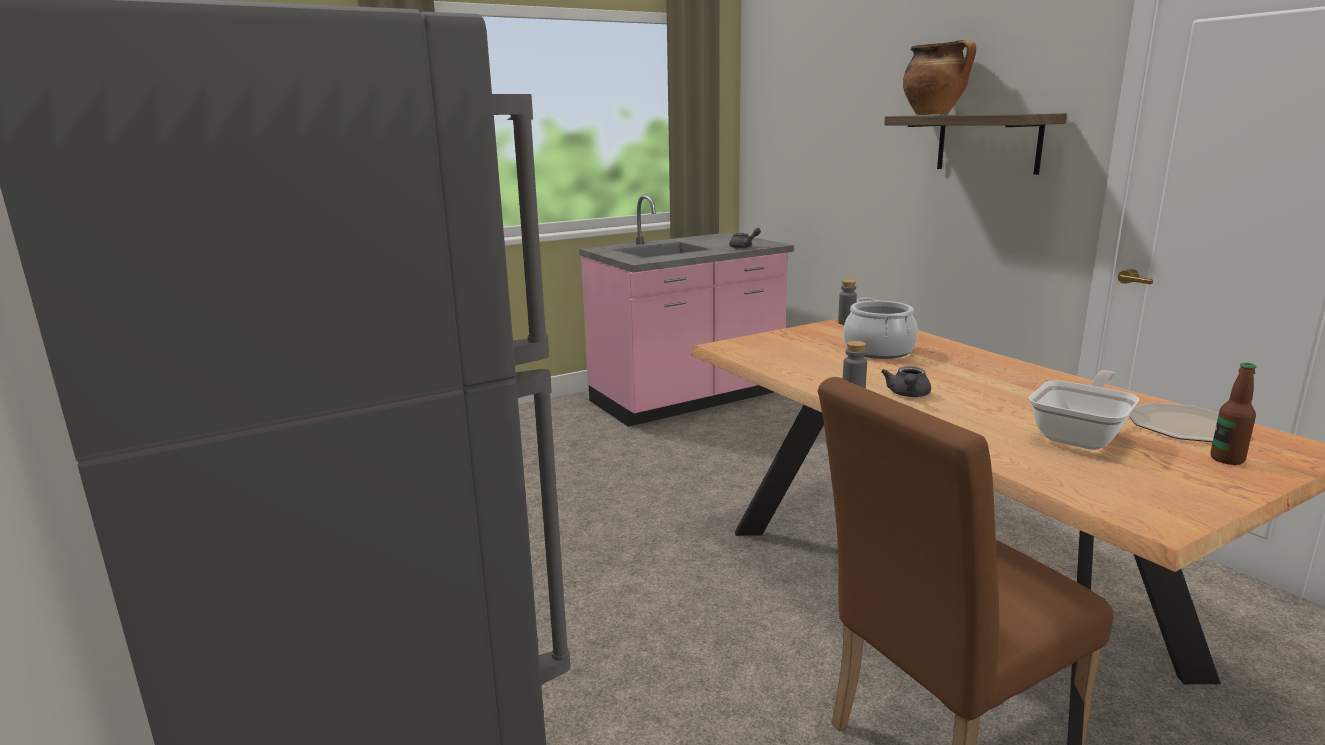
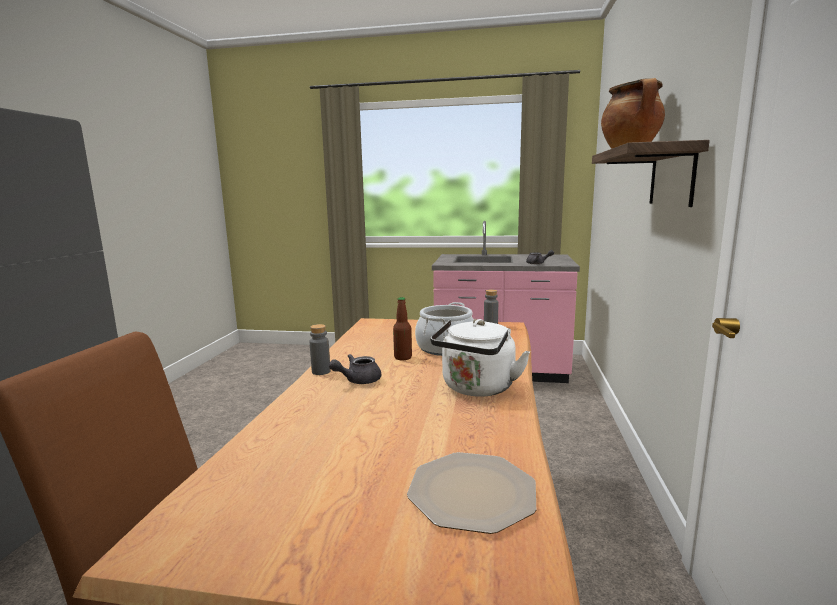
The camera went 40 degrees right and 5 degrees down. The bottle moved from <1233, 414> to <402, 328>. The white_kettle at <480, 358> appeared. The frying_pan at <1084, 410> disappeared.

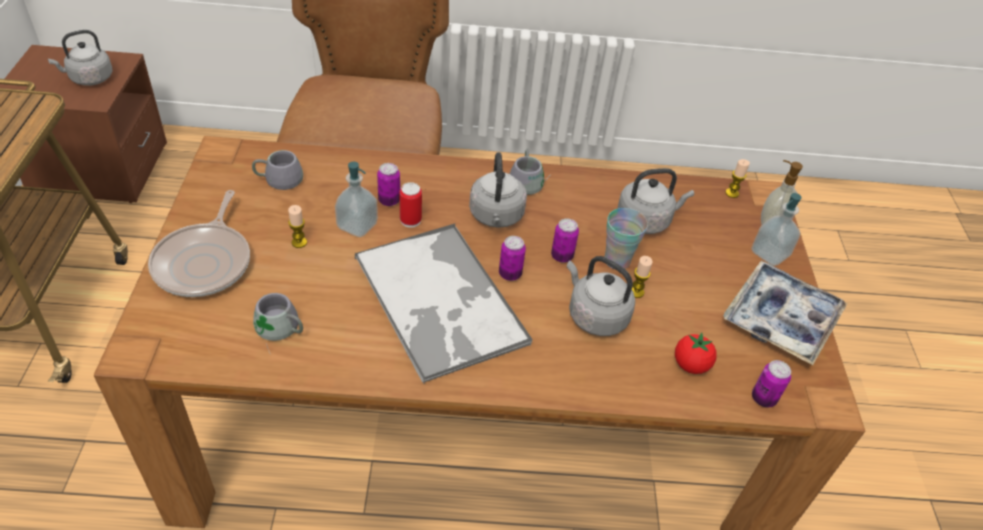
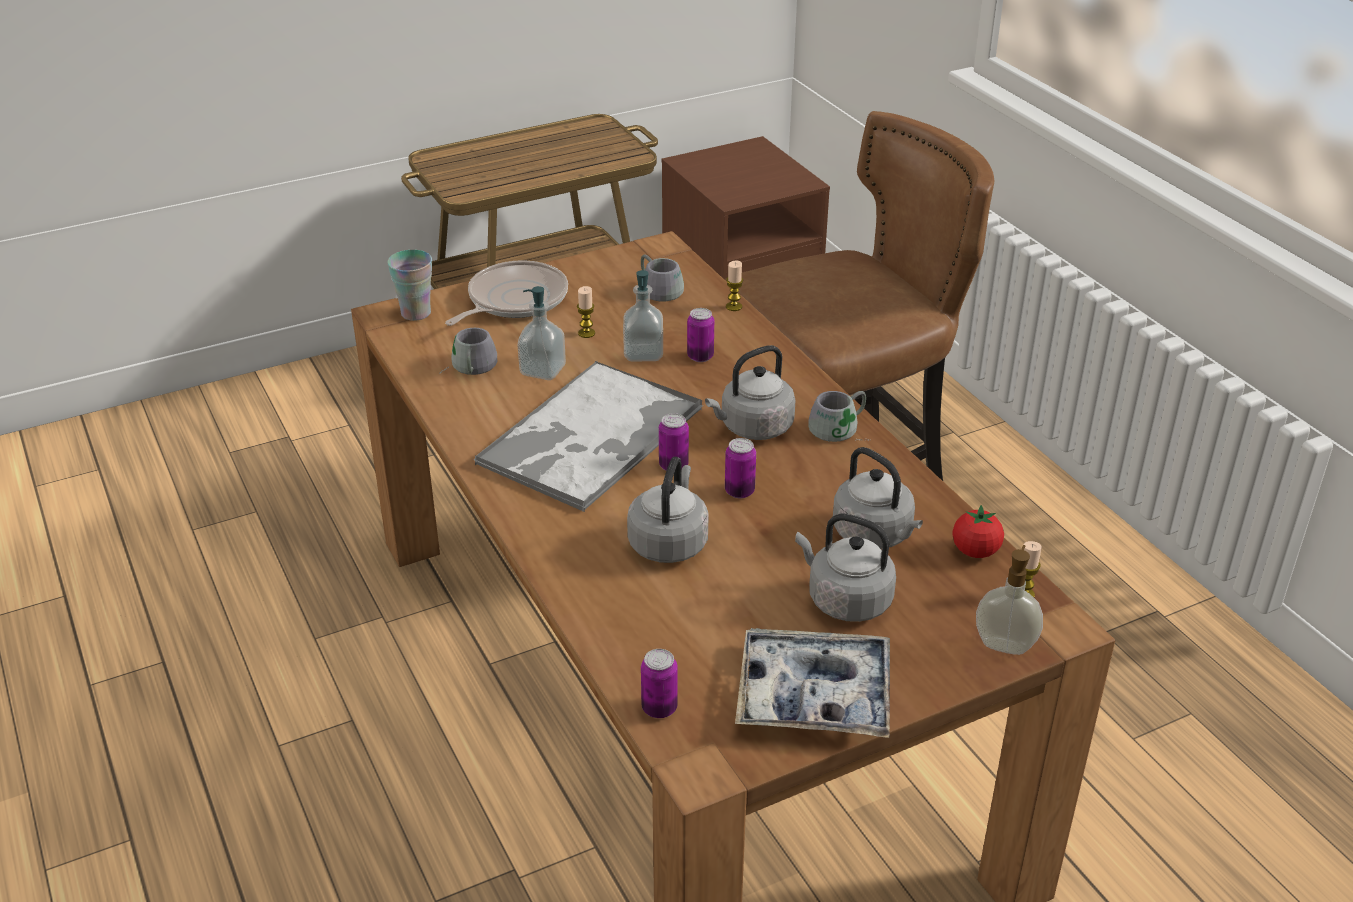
The camera went 65 degrees right and 10 degrees down. The cup moved from <626, 238> to <409, 285>. The frying_pan at <199, 243> turned 150 degrees clockwise. The soap_dispenser moved from <776, 229> to <542, 333>. The candle moved from <642, 277> to <734, 286>. The grey_kettle moved from <80, 58> to <845, 568>. The tomato moved from <695, 353> to <978, 531>. The can at <411, 205> disappeared.

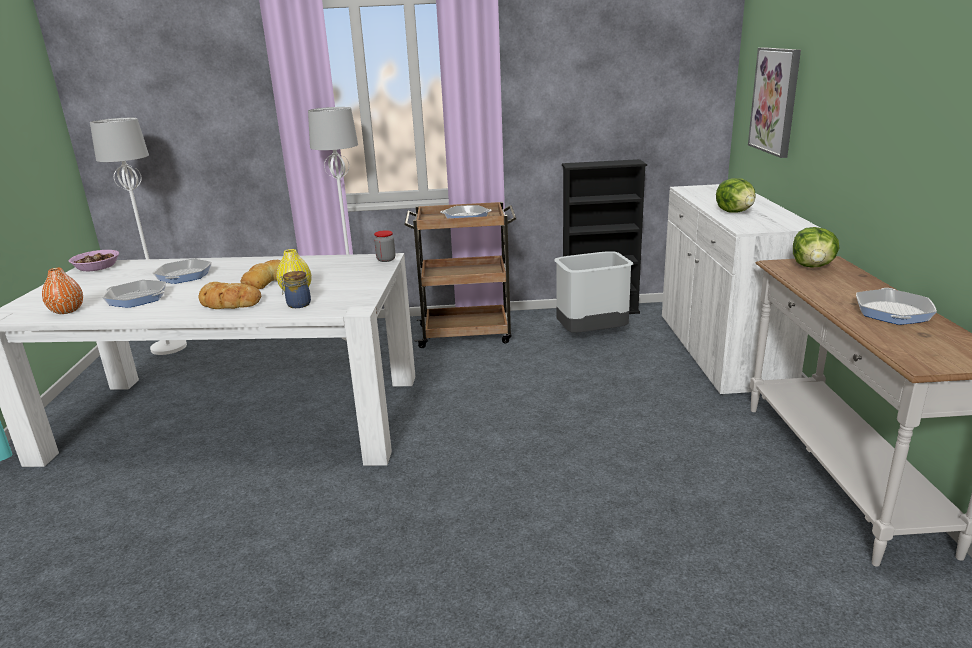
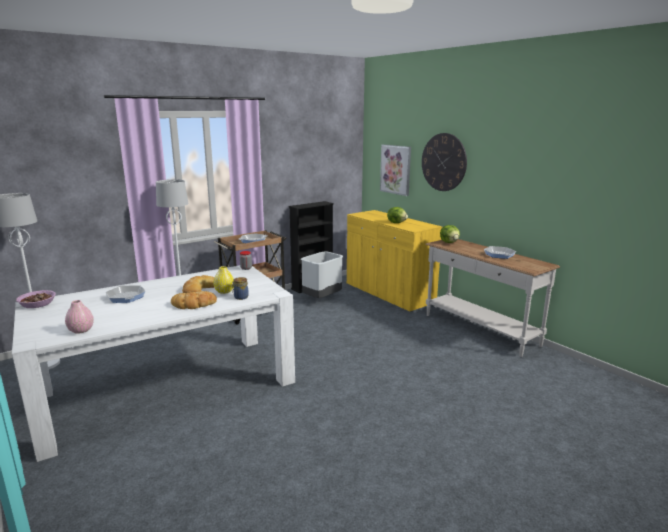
The camera went 35 degrees left and 5 degrees down. The orange_vase at <62, 291> became the pink_vase at <79, 317>. The white_cabinet at <741, 290> became the yellow_cabinet at <394, 261>. The wall_clock at <444, 162> appeared. The frying_pan at <134, 294> disappeared.

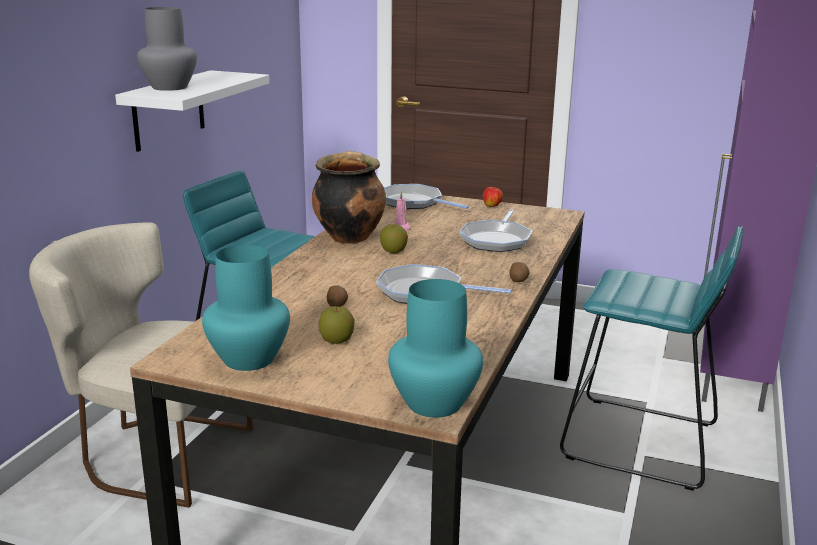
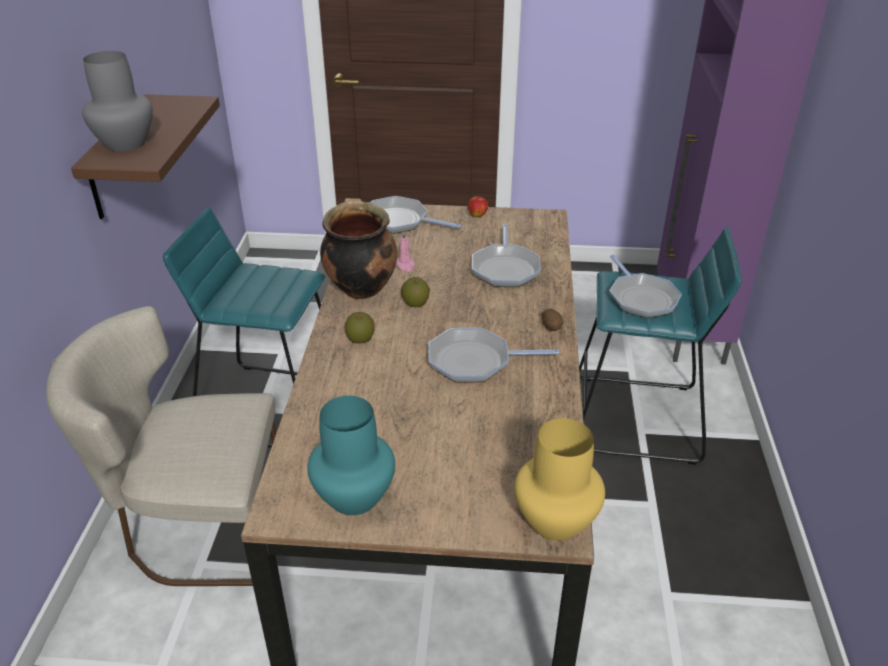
The camera went 15 degrees left and 15 degrees up. The white_shelf at <192, 111> became the brown_shelf at <145, 156>. The apple moved from <336, 325> to <359, 327>. The turquoise_vase at <435, 348> became the yellow_vase at <559, 479>. The frying_pan at <645, 286> appeared. The potato at <337, 296> disappeared.

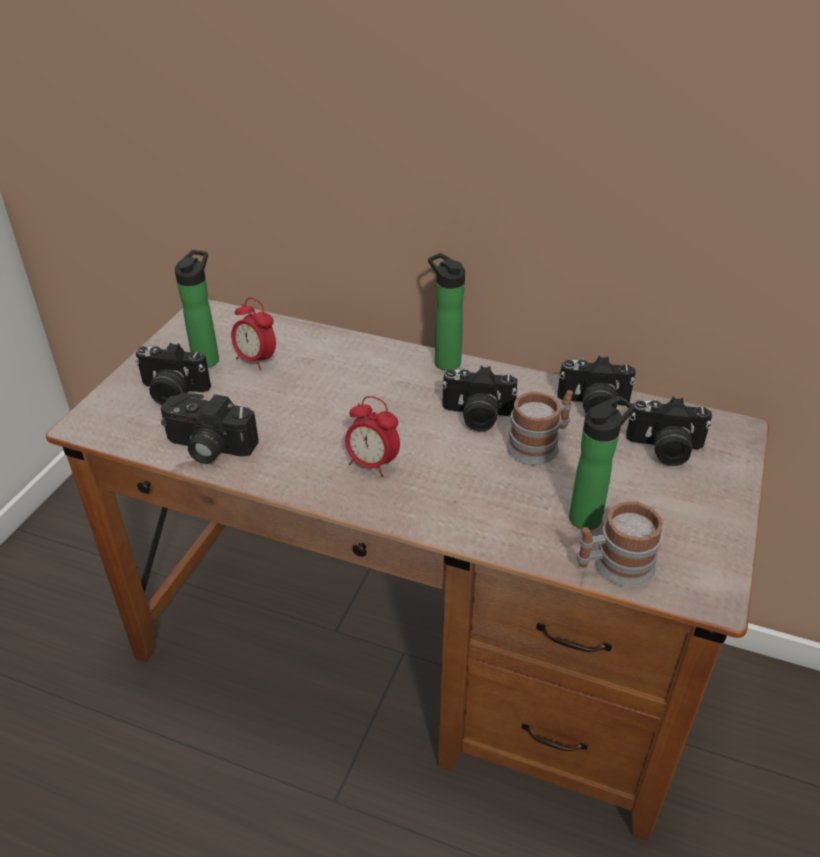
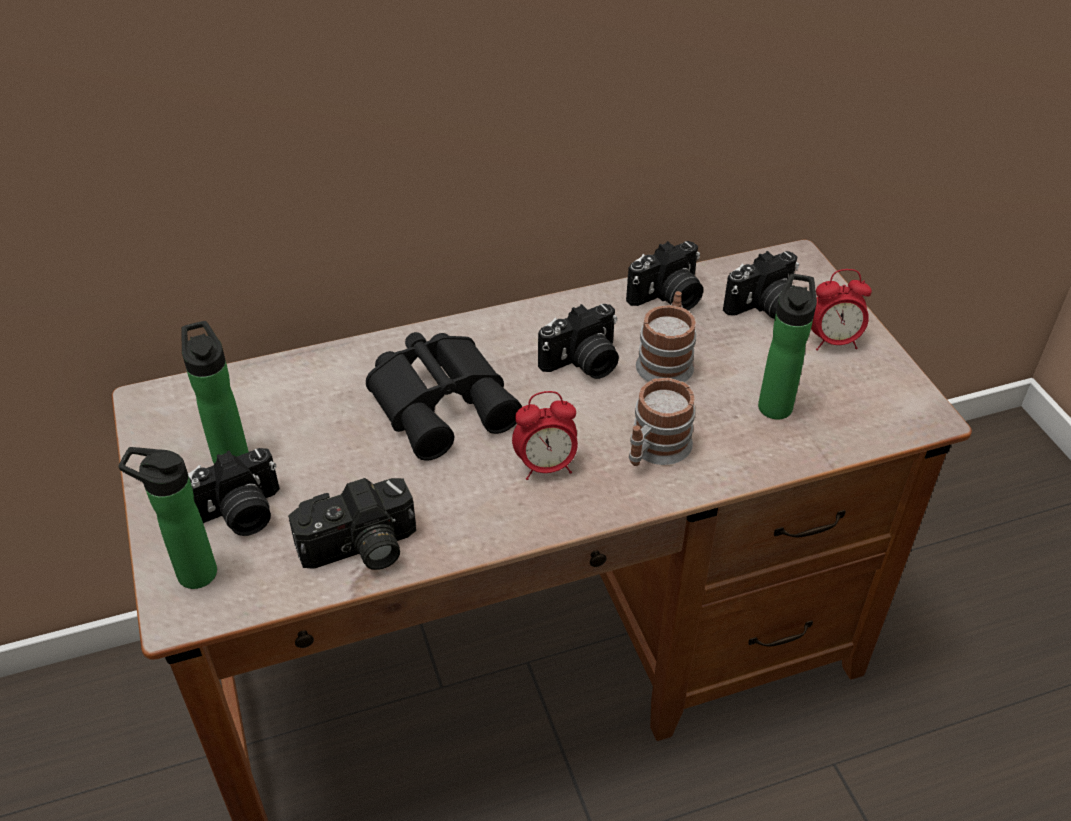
The camera went 40 degrees left and 5 degrees up. The bottle moved from <446, 312> to <168, 518>. The black_binoculars at <444, 396> appeared. The mug moved from <620, 544> to <662, 422>. The alarm_clock moved from <253, 333> to <841, 310>.

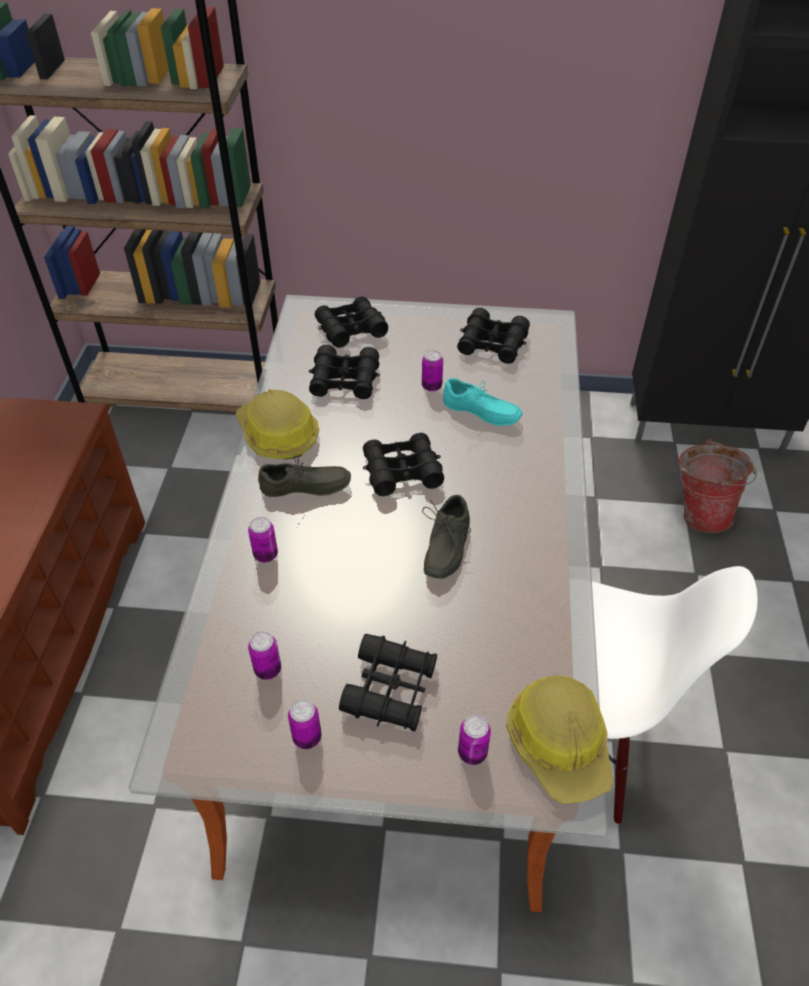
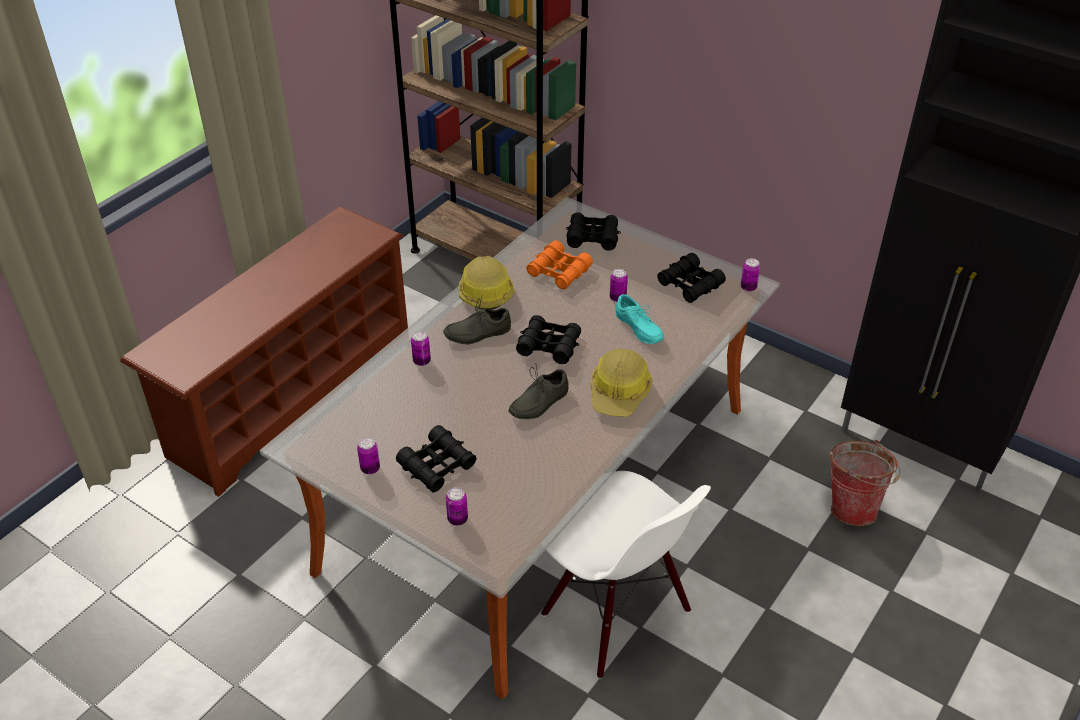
The camera went 30 degrees right and 5 degrees down. The grey_shoe at <304, 476> turned 135 degrees clockwise. The black_binoculars at <344, 372> became the orange_binoculars at <559, 264>. The hard_hat moved from <560, 739> to <621, 383>. The can moved from <264, 655> to <750, 274>.

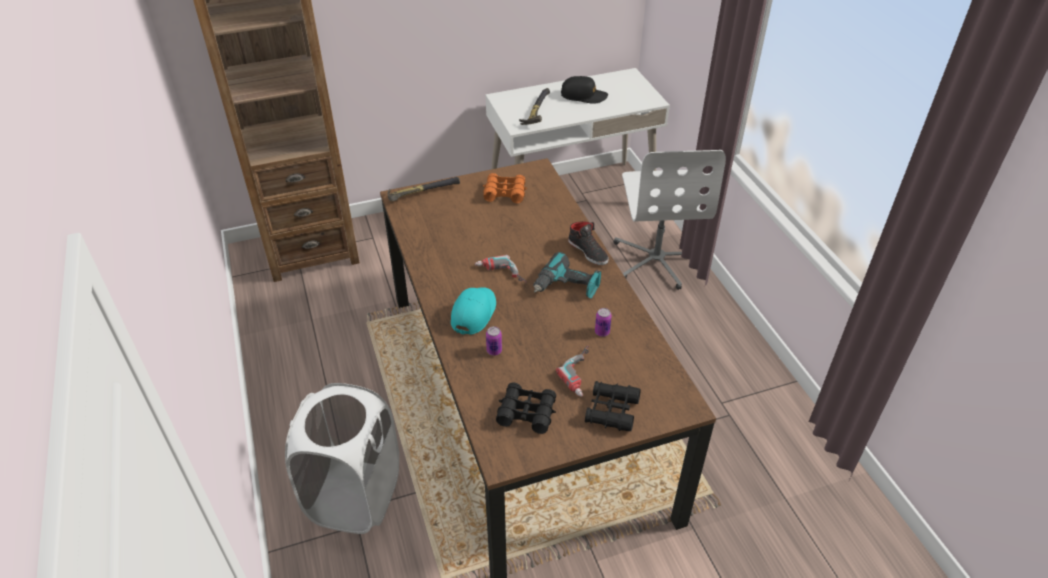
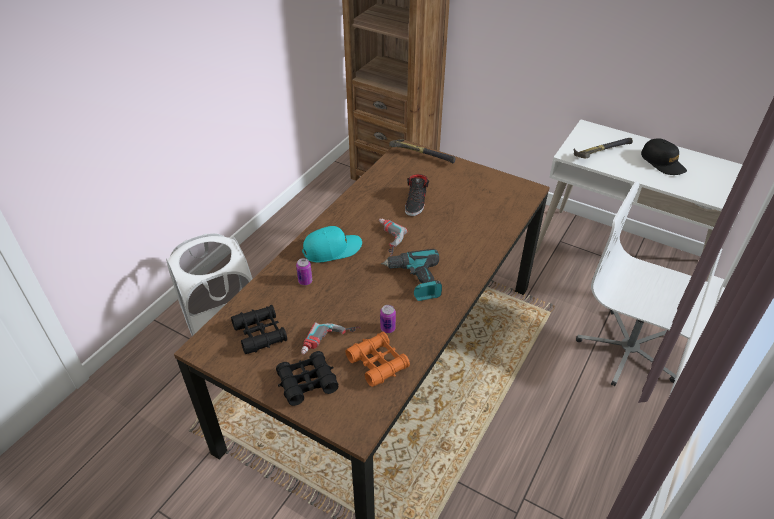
The camera went 50 degrees right and 0 degrees up. The orange_binoculars moved from <505, 188> to <377, 359>. The black_shoe moved from <588, 243> to <417, 195>. The white_office_chair at <670, 220> turned 75 degrees clockwise.

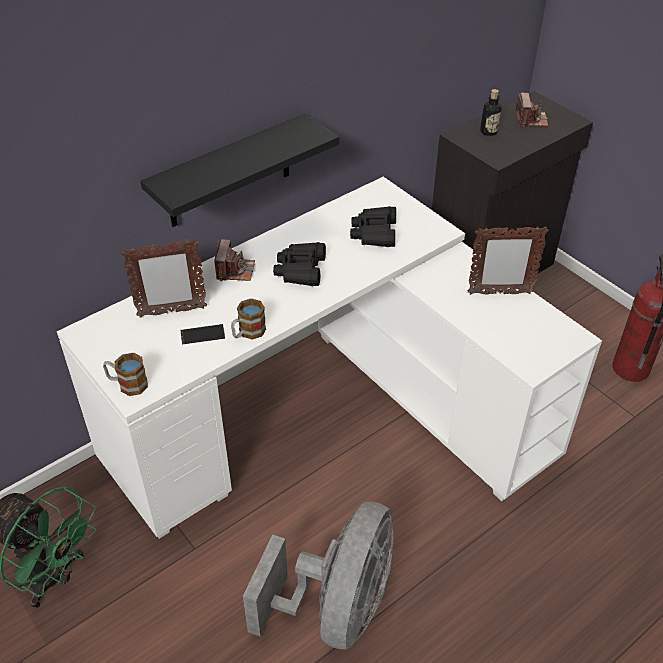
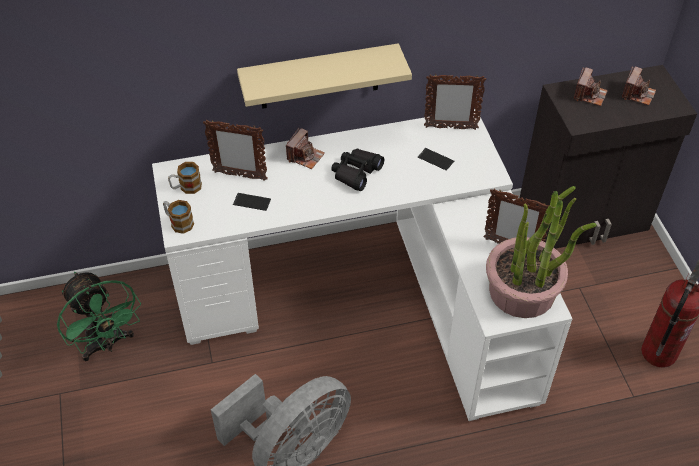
The camera went 25 degrees right and 5 degrees up. The mug moved from <248, 319> to <185, 178>. The black_shelf at <240, 170> became the beige_shelf at <324, 76>. The black_binoculars at <373, 226> was replaced by the phone at <436, 159>. The picture_frame at <455, 102> appeared. The potted_plant at <541, 252> appeared. The bottle at <491, 112> was replaced by the photo_camera at <591, 87>.

